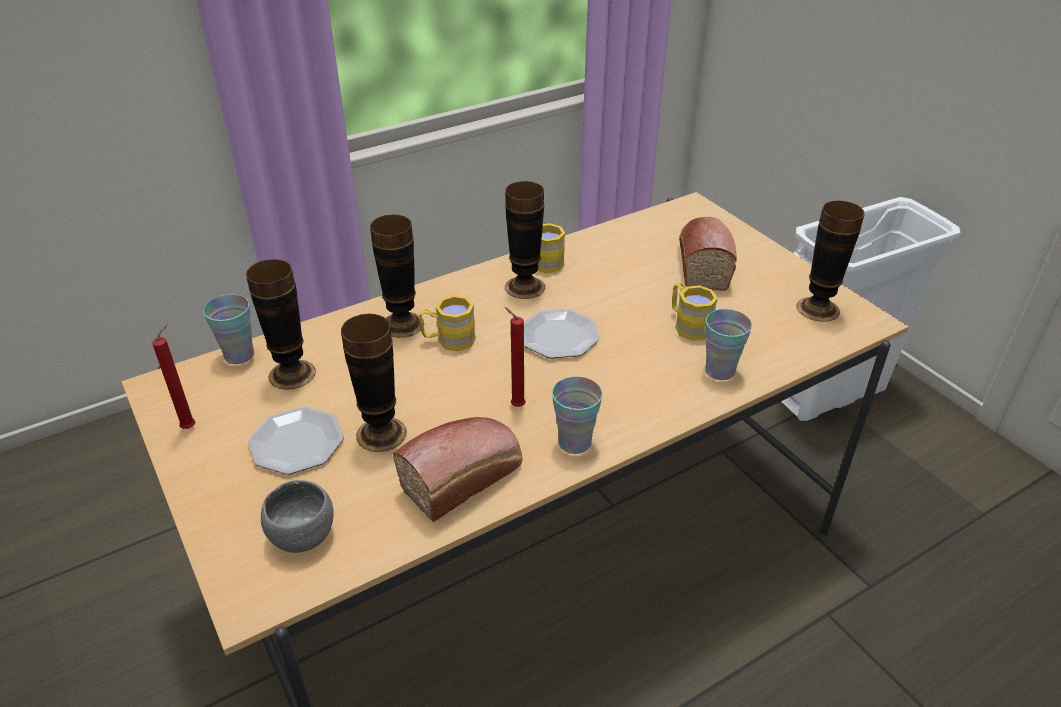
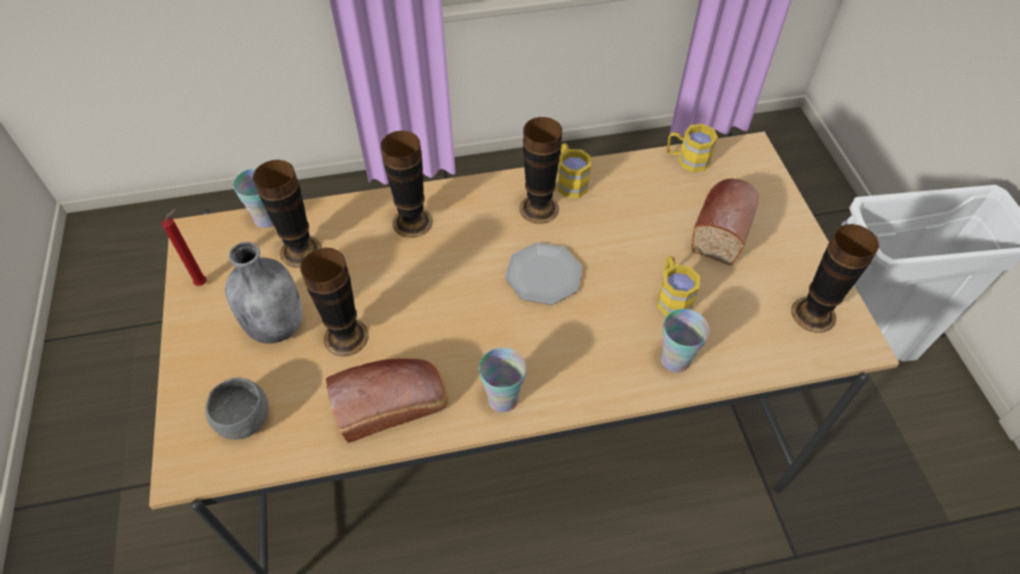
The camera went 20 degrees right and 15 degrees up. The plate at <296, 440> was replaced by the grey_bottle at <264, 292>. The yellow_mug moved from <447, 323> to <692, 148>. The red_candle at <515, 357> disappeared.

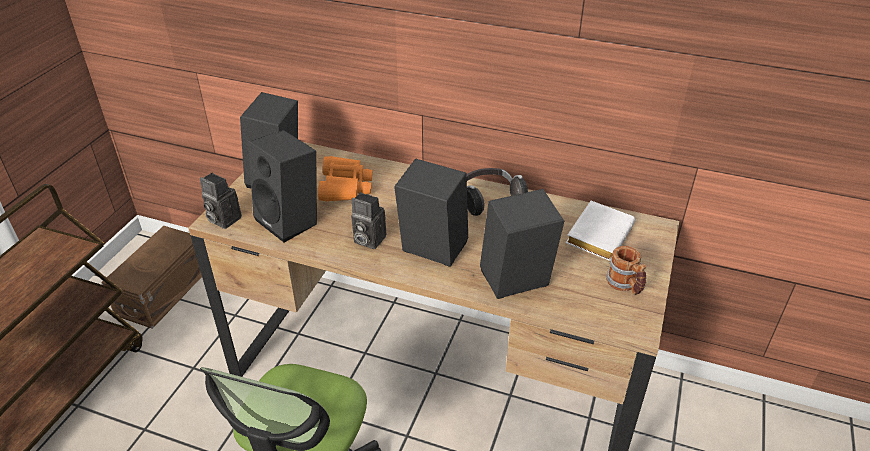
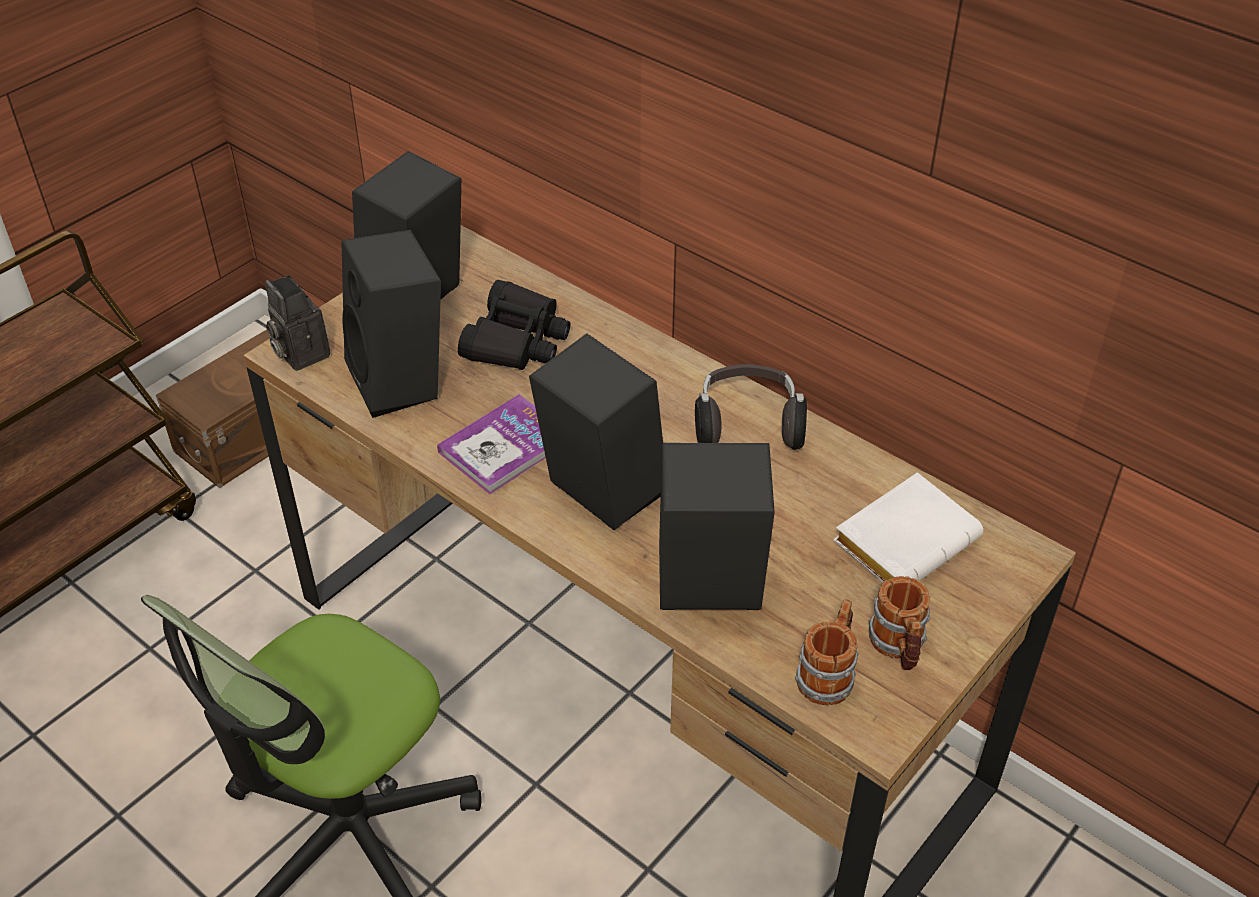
The camera went 20 degrees right and 5 degrees up. The photo_camera at <368, 220> was replaced by the book at <491, 444>. The orange_binoculars at <345, 179> became the black_binoculars at <514, 325>. The mug at <826, 652> appeared.

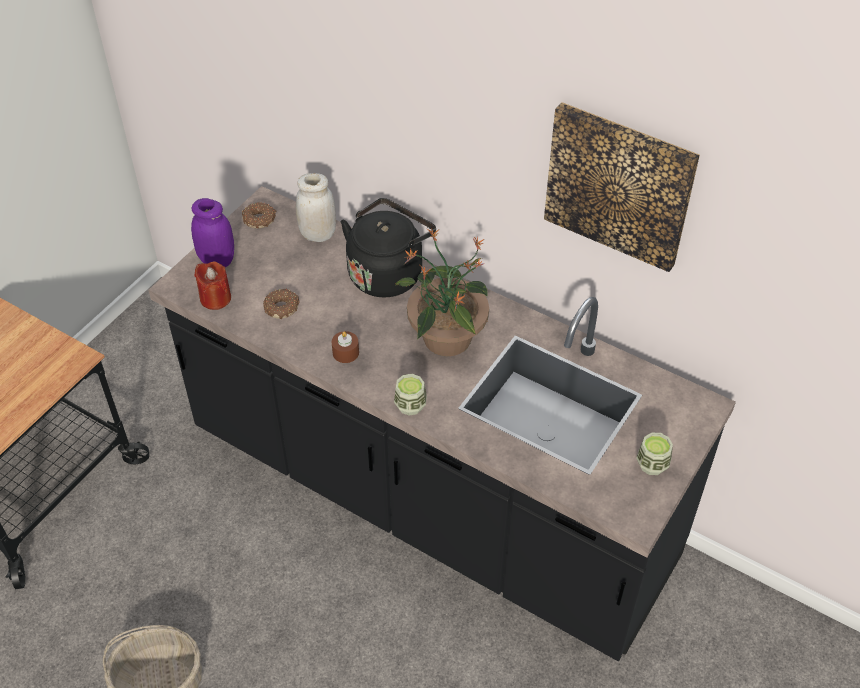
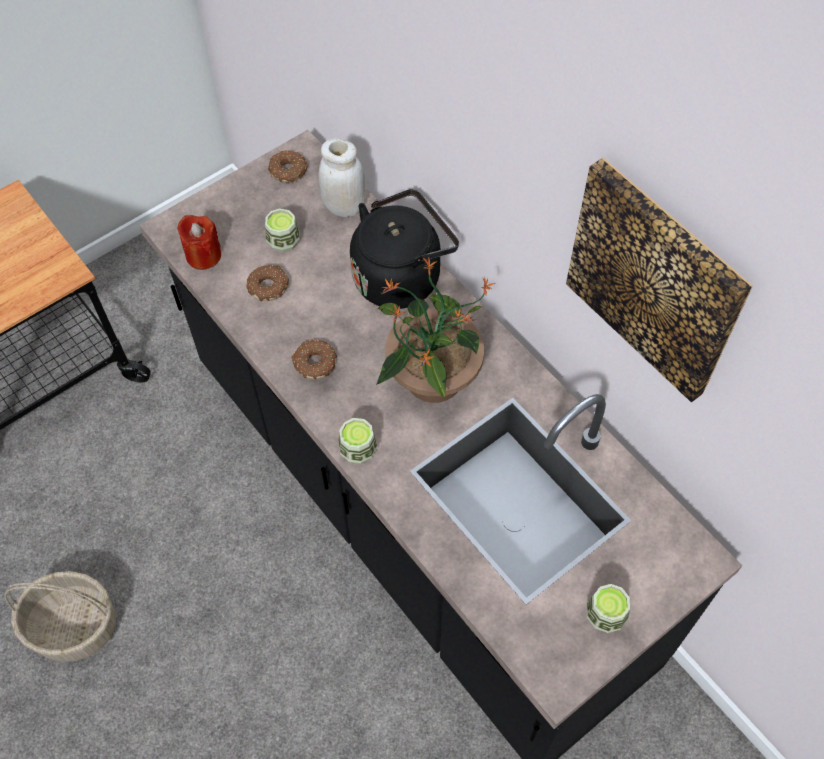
The camera went 20 degrees right and 10 degrees up. The cup at <282, 230> appeared. The brown_candle at <345, 347> was replaced by the donut at <314, 359>. The purple_jar at <212, 232> disappeared.

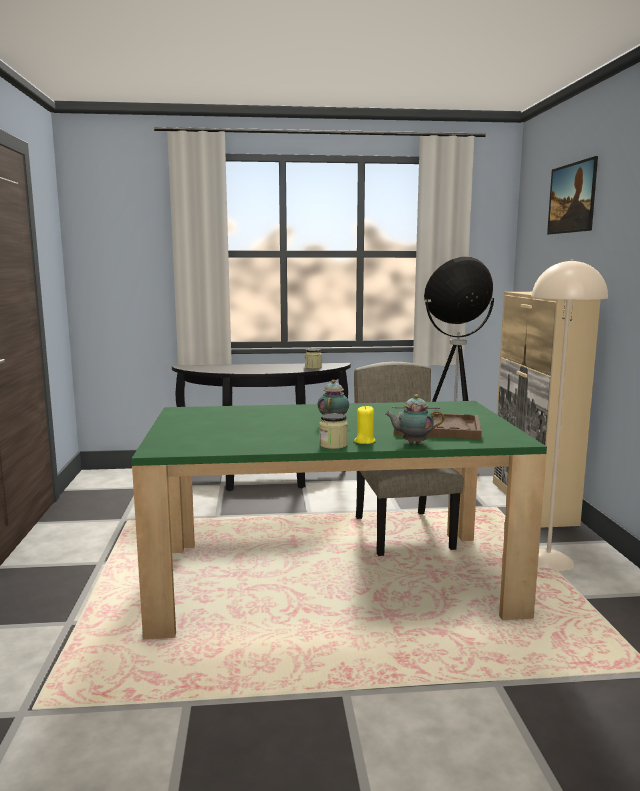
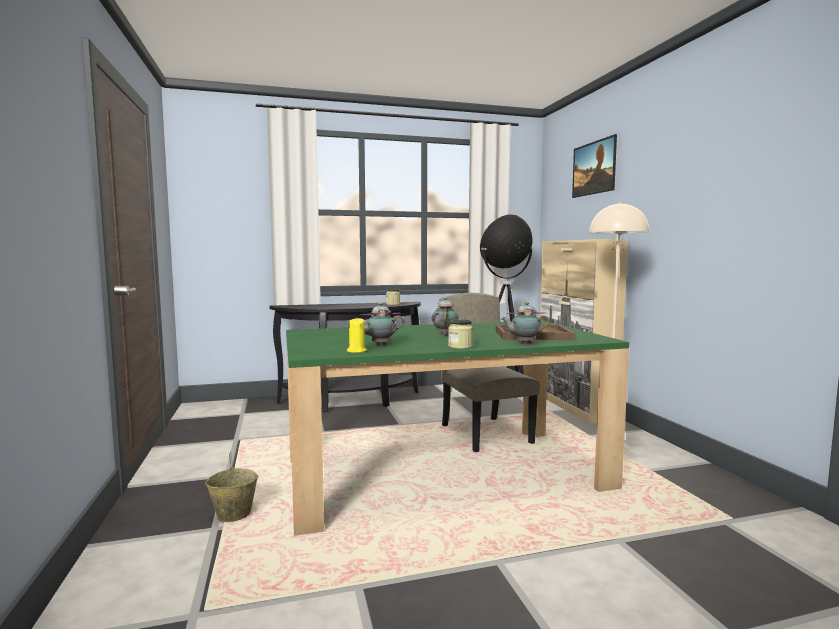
The camera went 10 degrees left and 5 degrees down. The beige_bucket at <231, 487> appeared. The yellow_candle moved from <364, 424> to <357, 335>. The teapot at <380, 323> appeared.

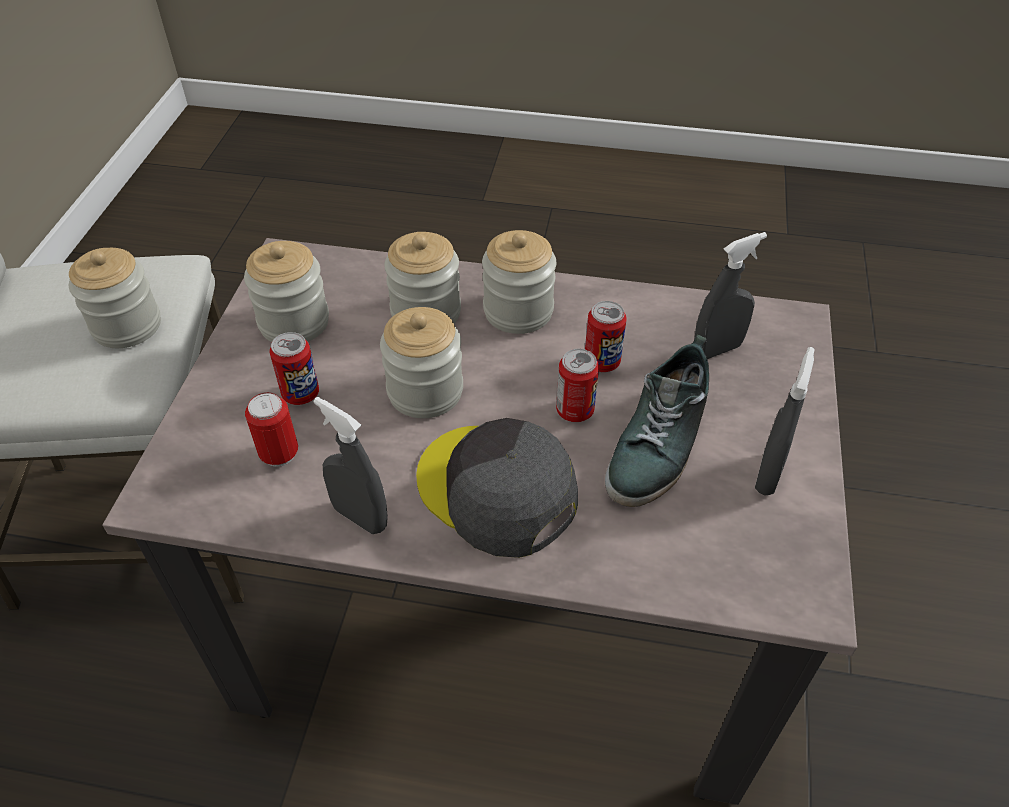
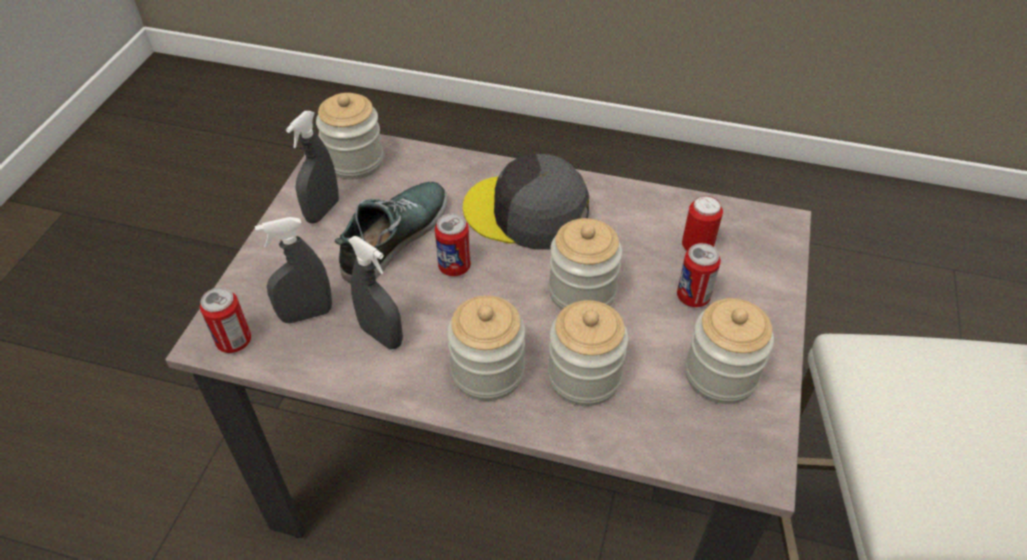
The camera went 175 degrees left and 0 degrees up. The can moved from <606, 336> to <225, 320>. The jar moved from <115, 298> to <350, 136>. The grey_spray_bottle moved from <350, 465> to <375, 292>. The grey_cap at <497, 488> turned 150 degrees clockwise.

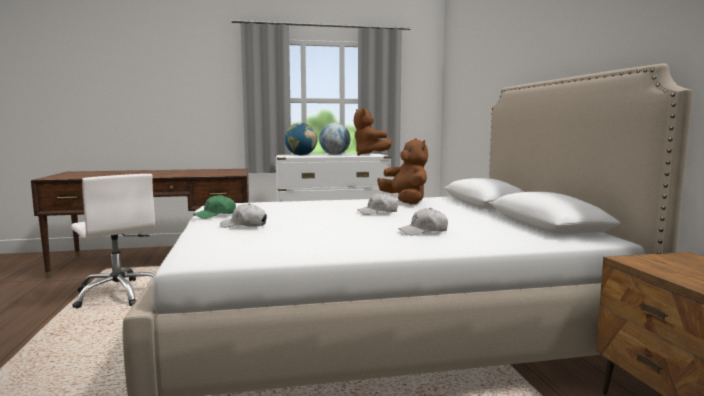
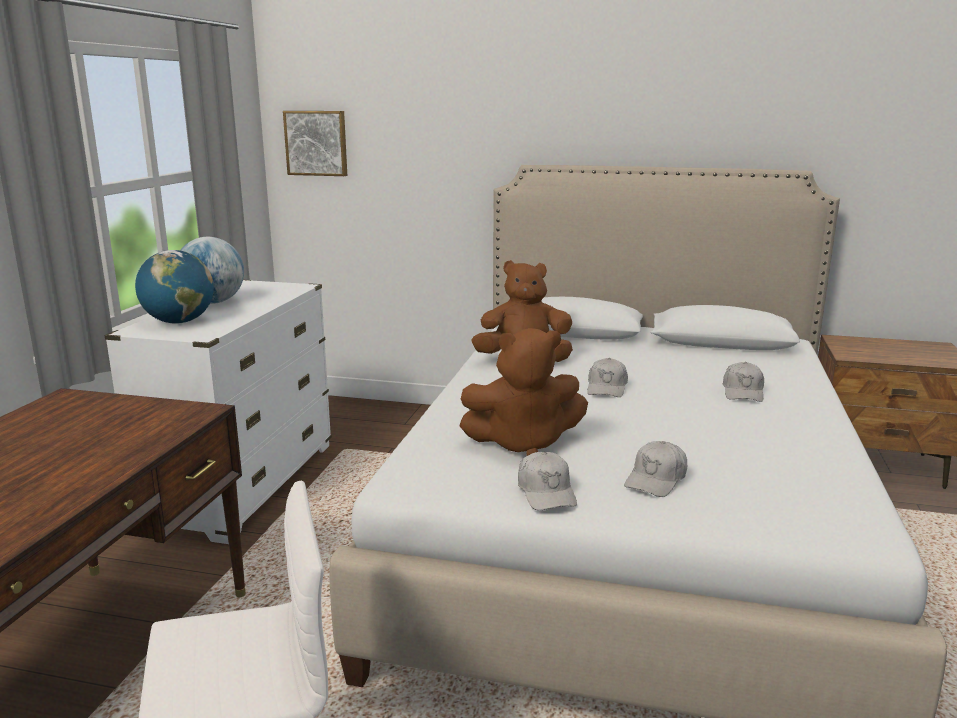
The camera went 65 degrees left and 10 degrees up. The picture at <315, 143> appeared. The brown_plush_toy moved from <373, 132> to <523, 392>. The green_cap at <214, 207> became the white_cap at <547, 481>.

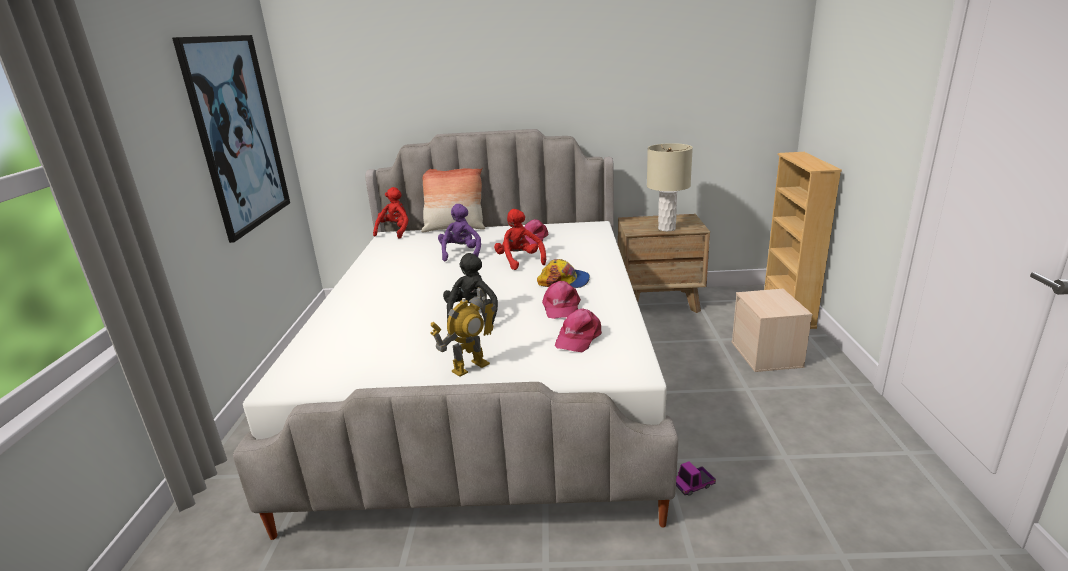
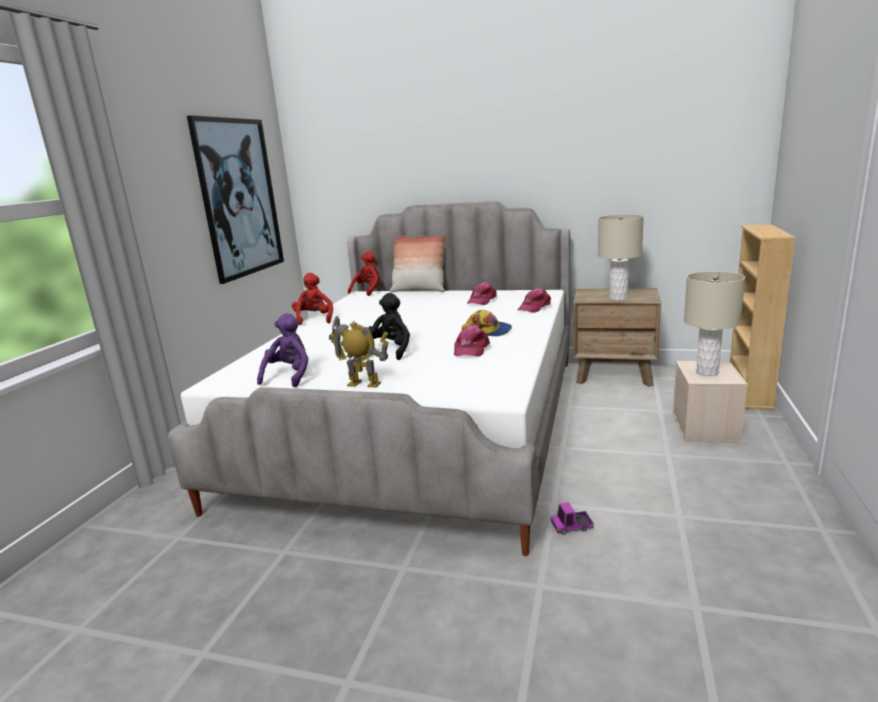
The camera went 15 degrees right and 5 degrees down. The purple_plush_toy moved from <459, 232> to <282, 350>. The red_plush_toy moved from <520, 239> to <312, 299>. The toy_robot at <464, 332> turned 135 degrees counterclockwise. The pink_cap moved from <578, 330> to <534, 300>. The beige_table_lamp at <714, 323> appeared.

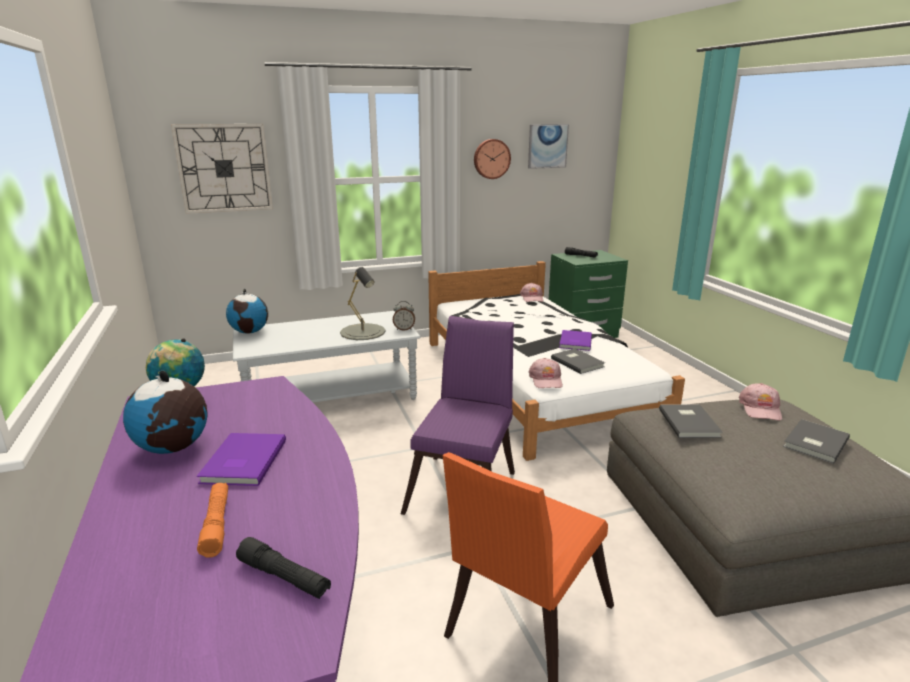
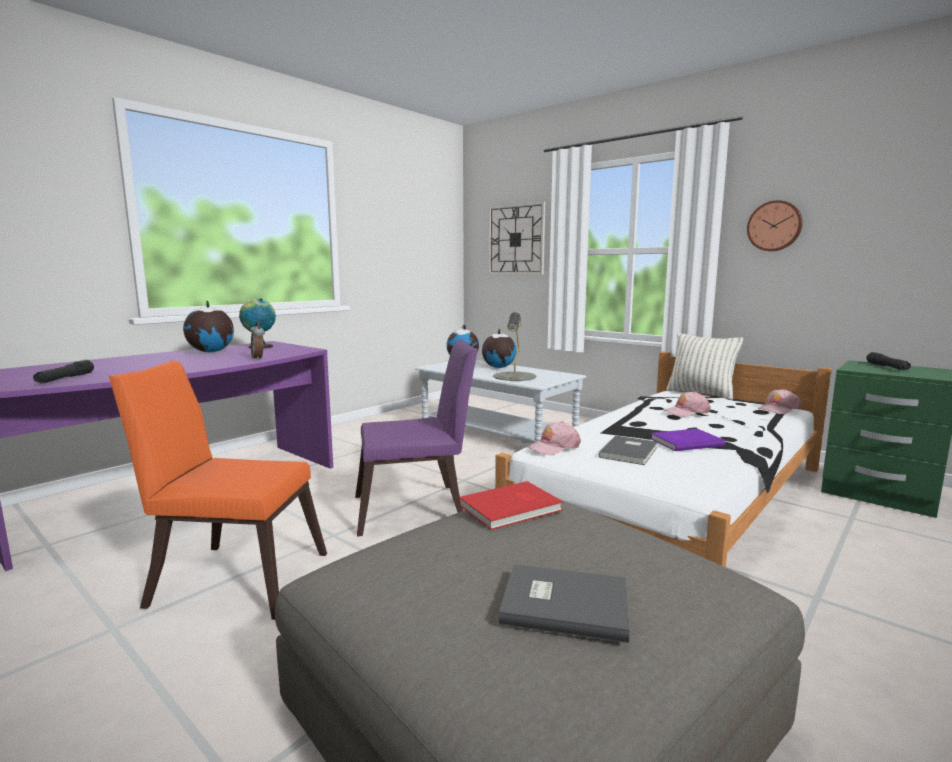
The camera went 60 degrees right and 10 degrees down. The alarm_clock moved from <404, 316> to <257, 340>. The grey_book at <691, 421> became the red_book at <510, 505>. The globe at <499, 348> appeared. The pink_cap moved from <760, 402> to <687, 404>. The pillow at <704, 366> appeared. The purple_book at <241, 459> disappeared. The orange_flashlight at <212, 520> disappeared. The picture at <548, 146> disappeared.

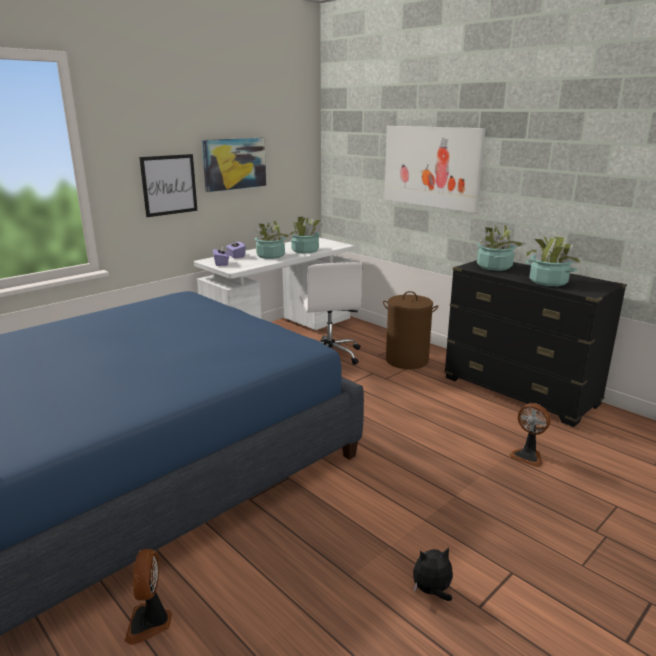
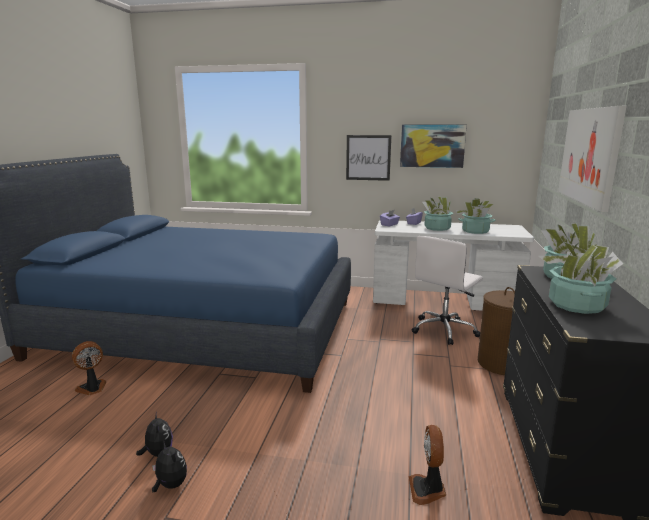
The camera went 55 degrees right and 5 degrees down. The plush_toy at <154, 434> appeared.

